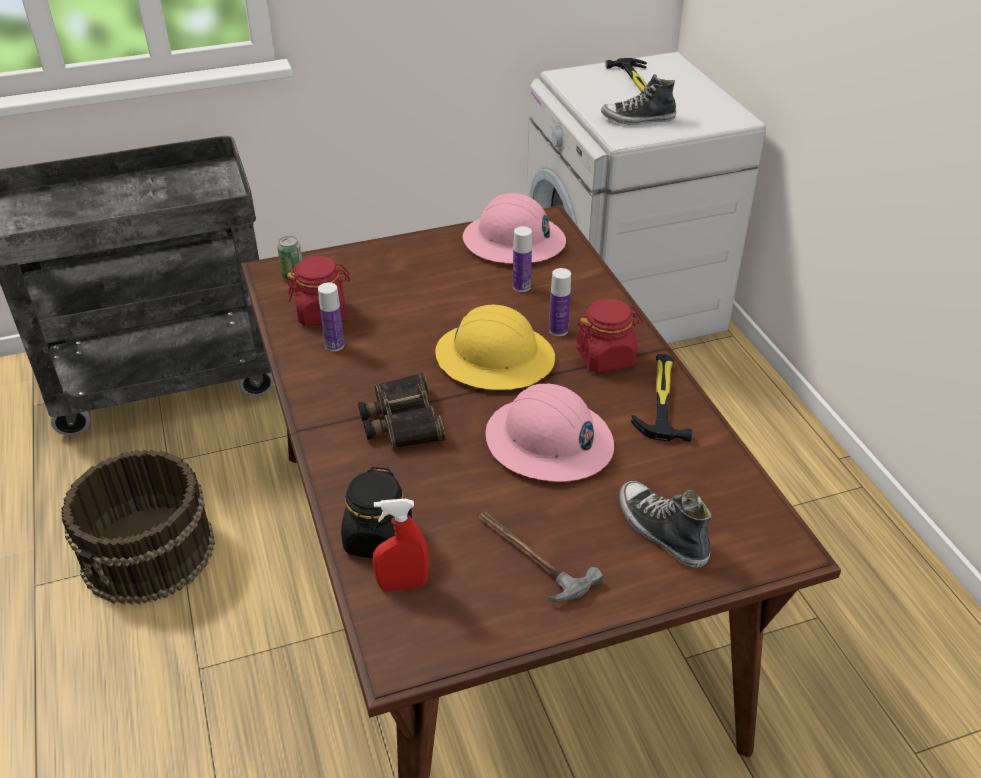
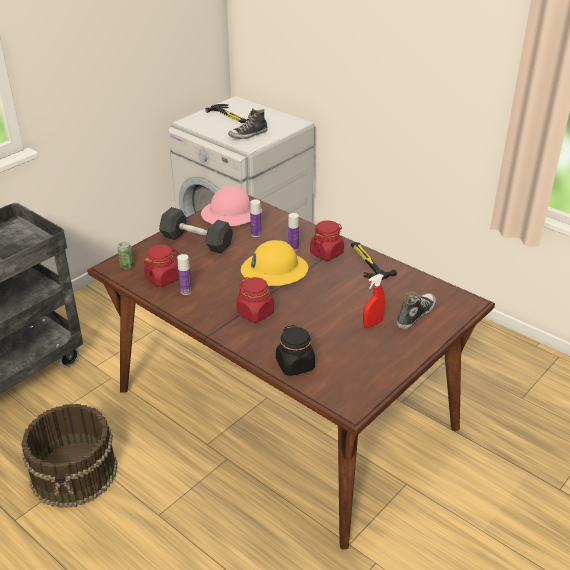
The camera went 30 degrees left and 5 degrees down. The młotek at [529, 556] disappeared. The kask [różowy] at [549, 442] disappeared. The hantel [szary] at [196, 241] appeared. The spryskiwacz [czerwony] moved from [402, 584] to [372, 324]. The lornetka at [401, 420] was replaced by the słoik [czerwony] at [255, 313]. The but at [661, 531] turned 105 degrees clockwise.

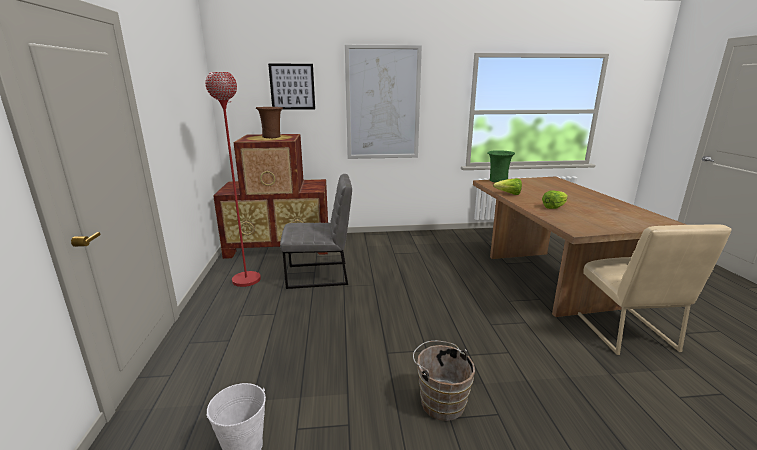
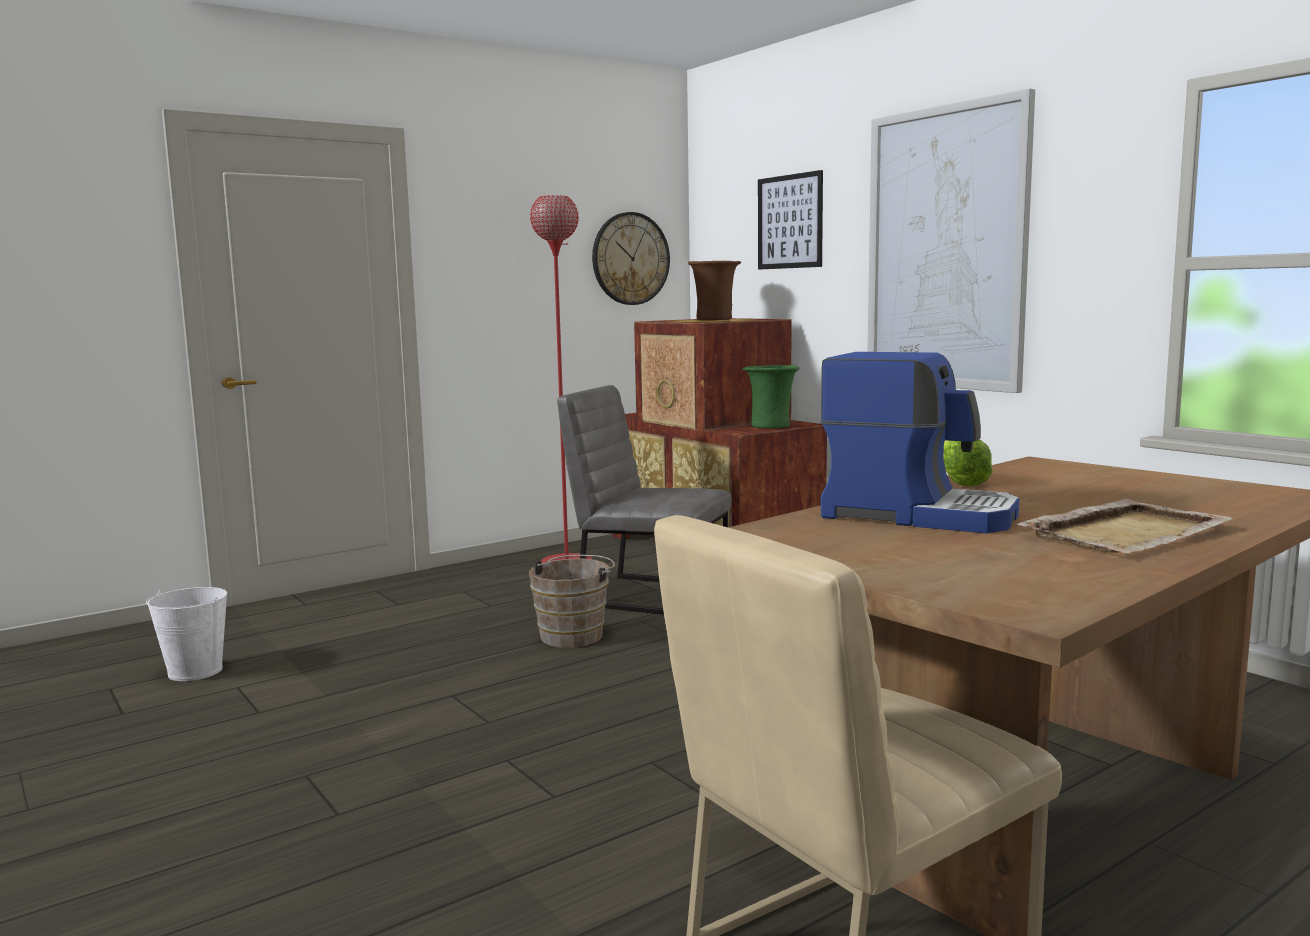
The camera went 60 degrees right and 10 degrees down. The zegar ścienny at [630, 258] appeared. The taca [beżowy] at [1127, 532] appeared. The wiadro [brązowy] moved from [440, 400] to [575, 635]. The wazon [zielony] moved from [497, 181] to [770, 426]. The sałata at [554, 207] was replaced by the ekspres do kawy at [918, 514]. The krzesło [szary] at [320, 275] turned 150 degrees clockwise.

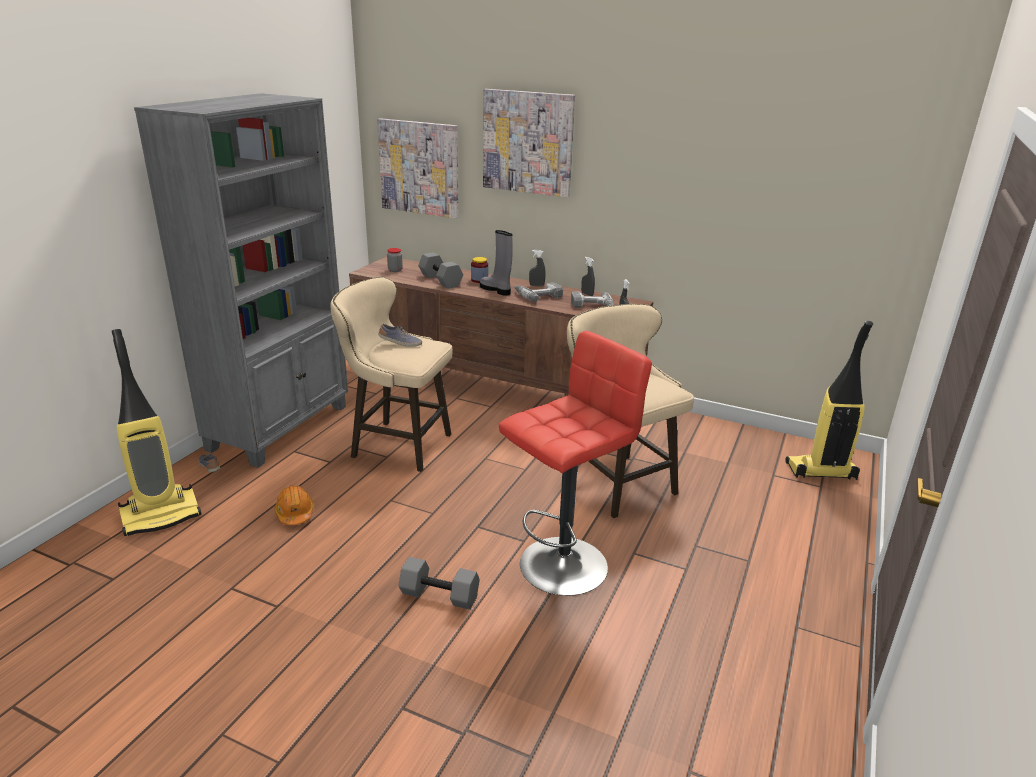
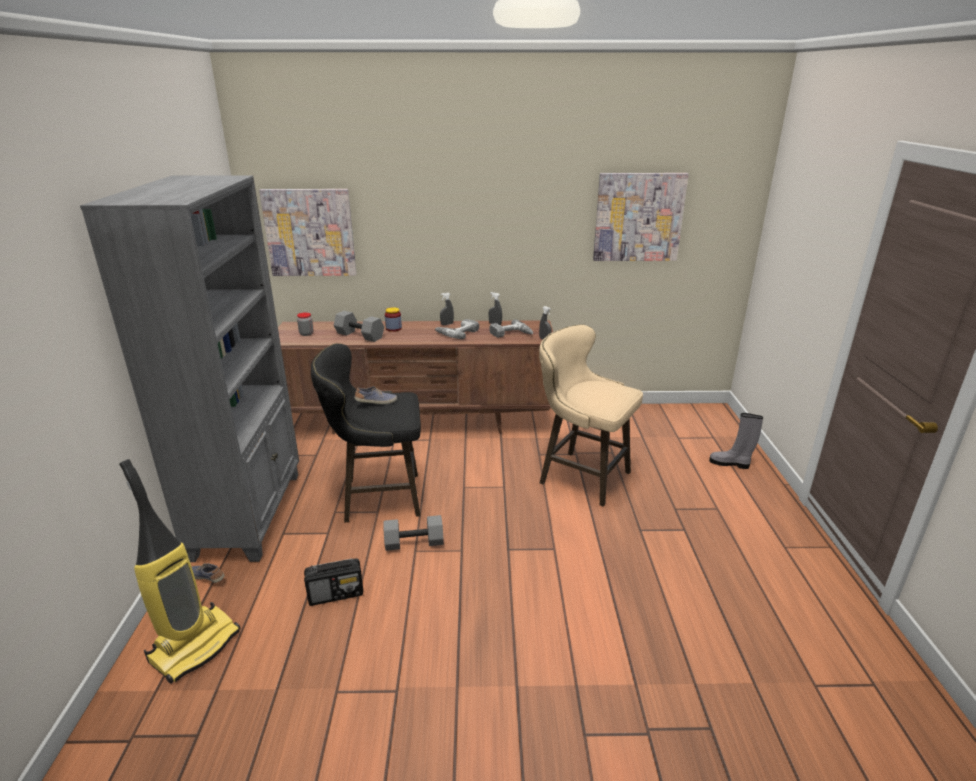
The camera went 25 degrees left and 0 degrees up. The stołek [czerwony] at [565, 565] disappeared. The odkurzacz at [820, 472] disappeared. The hantel [szary] moved from [440, 595] to [414, 542]. The but z cholewką [szary] moved from [496, 290] to [730, 463]. The obraz moved from [528, 142] to [638, 217]. The kask [pomarańczowy] at [295, 513] was replaced by the radio at [336, 594]. The stołek [beżowy] at [397, 444] became the stołek [czarny] at [377, 497].

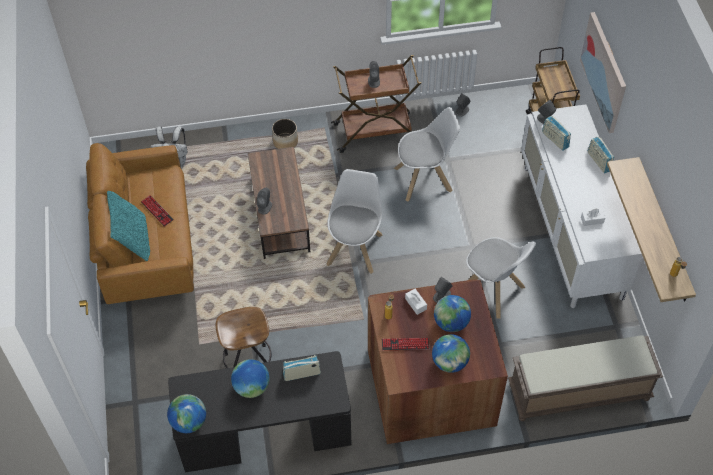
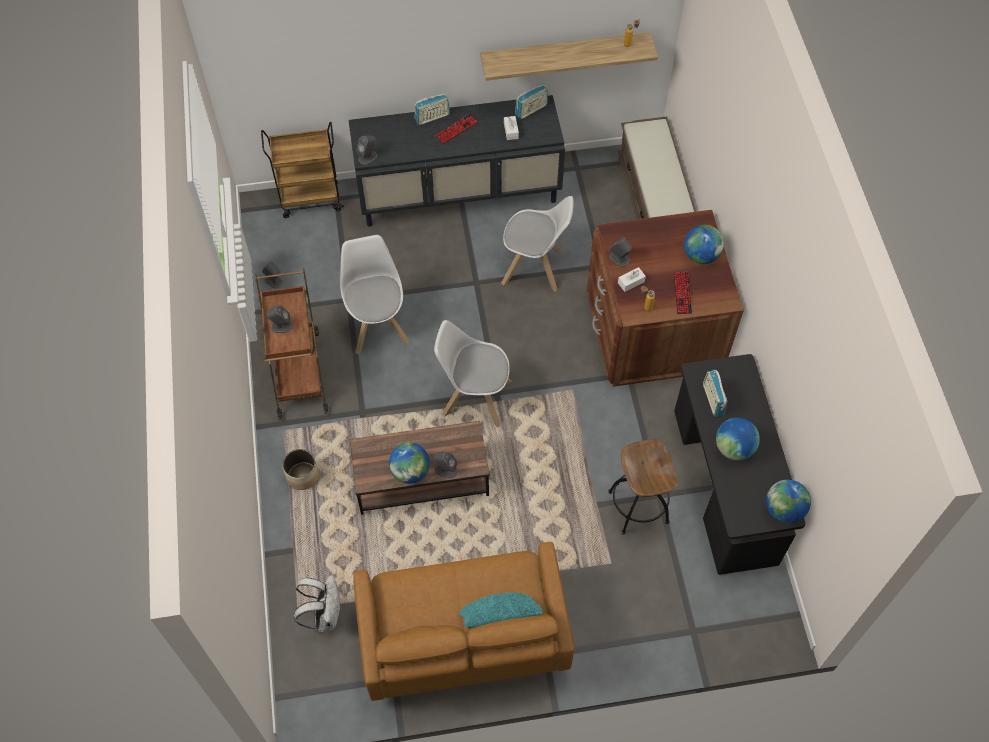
The camera went 90 degrees left and 5 degrees up. The obraz at [604, 72] disappeared. The klawiatura moved from [157, 211] to [456, 130]. The globus moved from [451, 323] to [410, 472]. The radio moved from [555, 140] to [531, 110]. The szafka [biały] at [569, 231] became the szafka [czarny] at [459, 194]. The krzesło at [492, 291] turned 60 degrees clockwise.

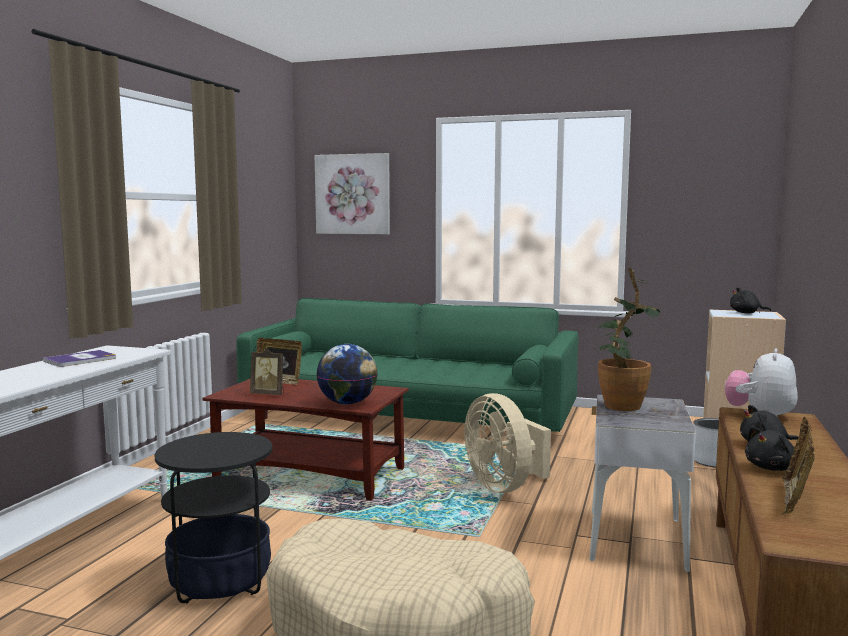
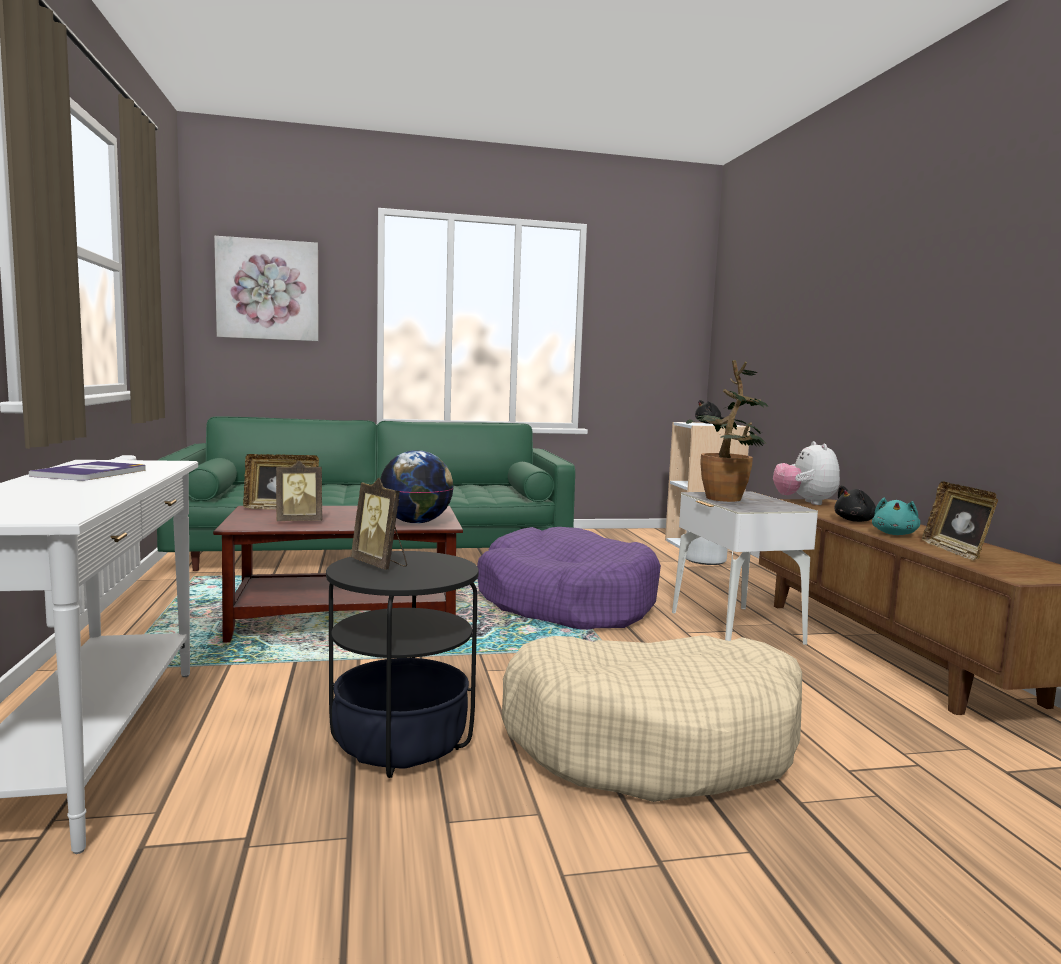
The camera went 30 degrees left and 0 degrees up. The ramka na zdjęcie at [380, 565] appeared. The wentylator [beżowy] at [504, 486] was replaced by the legowisko [fioletowy] at [566, 602]. The pluszak [czarny] at [772, 468] became the pluszak [turkusowy] at [894, 534].

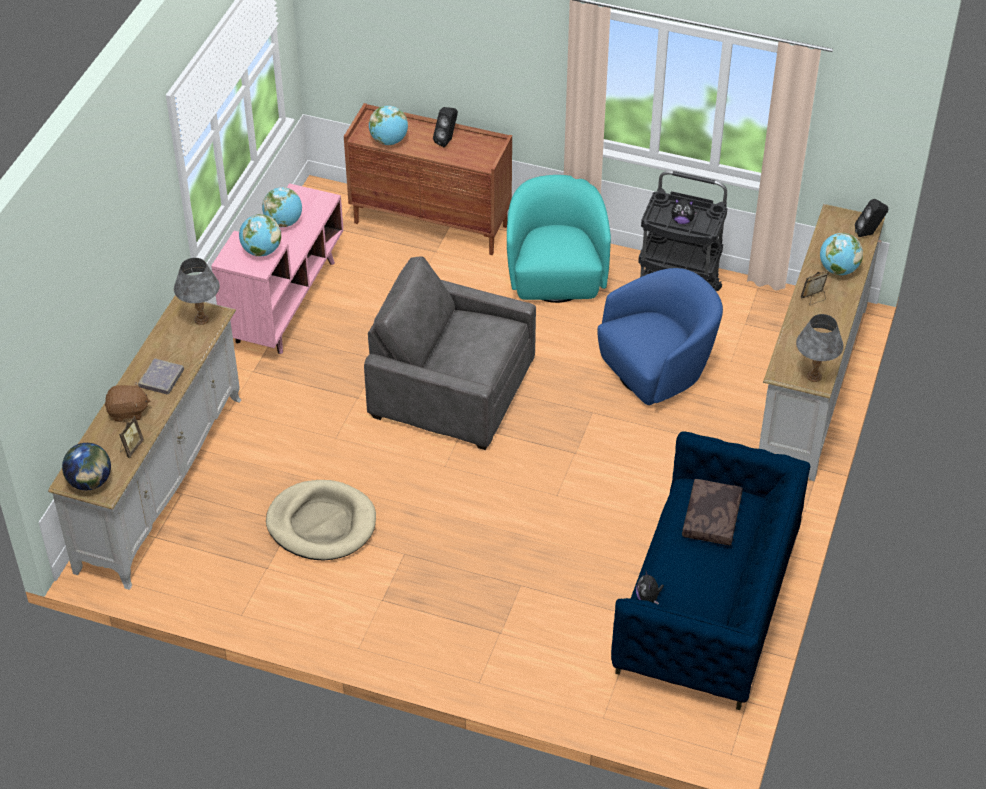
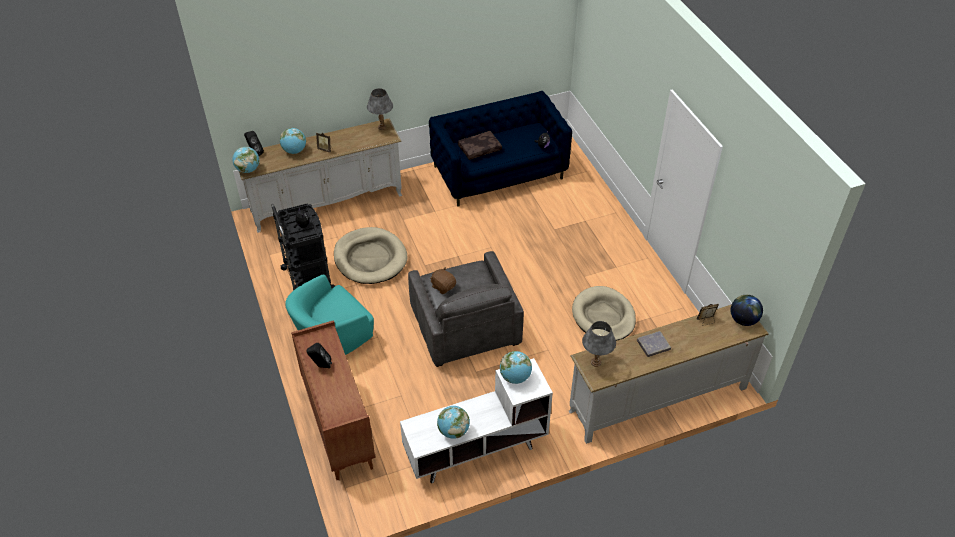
The camera went 130 degrees left and 0 degrees up. The pluszak [brązowy] moved from [128, 412] to [443, 286]. The globus moved from [389, 141] to [248, 169]. The fotel [niebieski] at [658, 370] was replaced by the legowisko [beżowy] at [370, 258]. The szafka pod telewizor [różowy] at [285, 300] became the szafka pod telewizor [biały] at [475, 451].

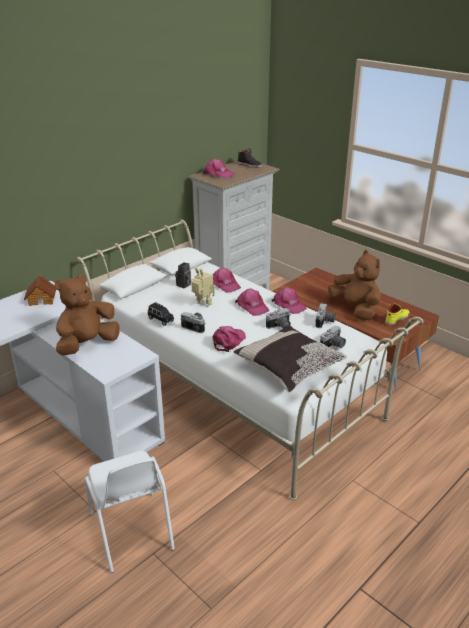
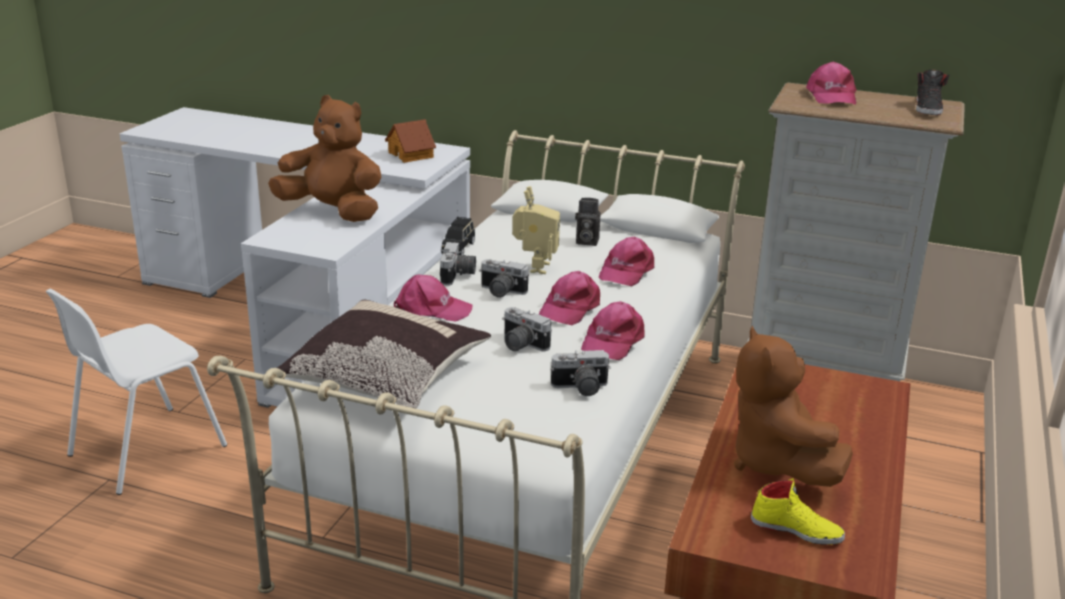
The camera went 65 degrees right and 5 degrees down. The aparat fotograficzny moved from [333, 346] to [500, 292]. The pluszak [brązowy] at [355, 309] turned 135 degrees clockwise.

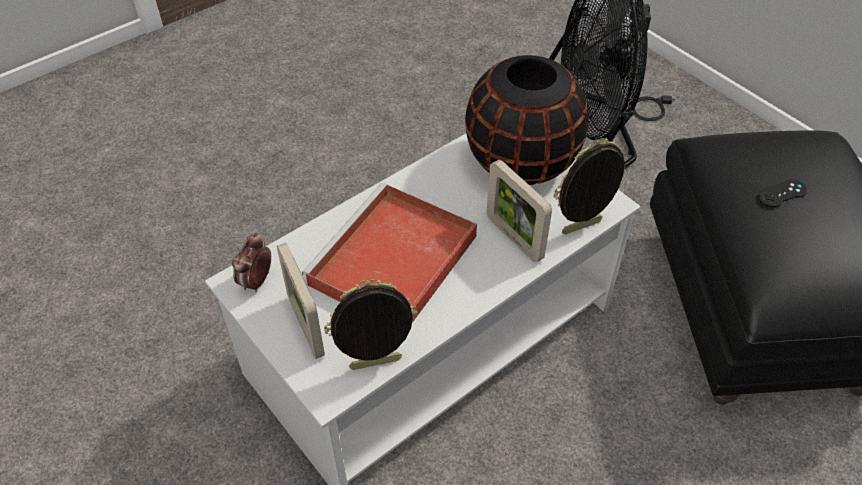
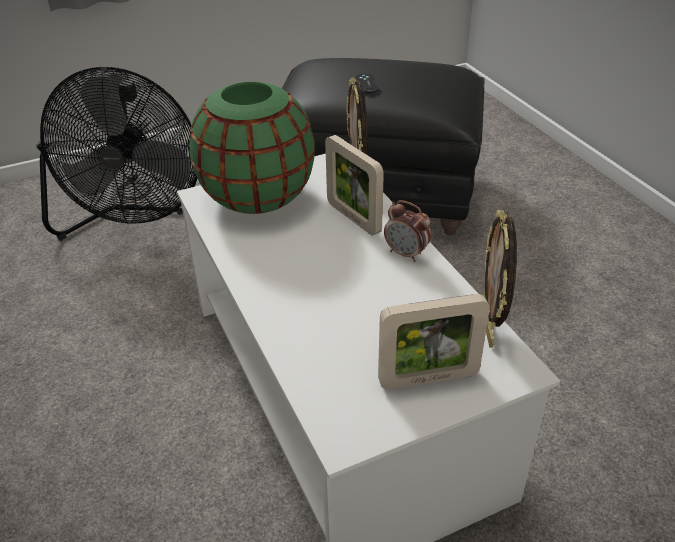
The camera went 75 degrees left and 10 degrees down. The taca [czerwony] at [392, 263] disappeared. The budzik moved from [256, 281] to [406, 254]. The wazon [czarny] at [521, 162] became the wazon [zielony] at [257, 197]. The ramka na zdjęcie at [514, 238] turned 75 degrees clockwise.

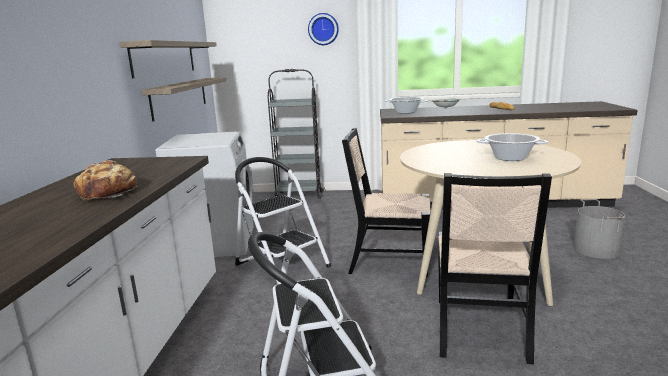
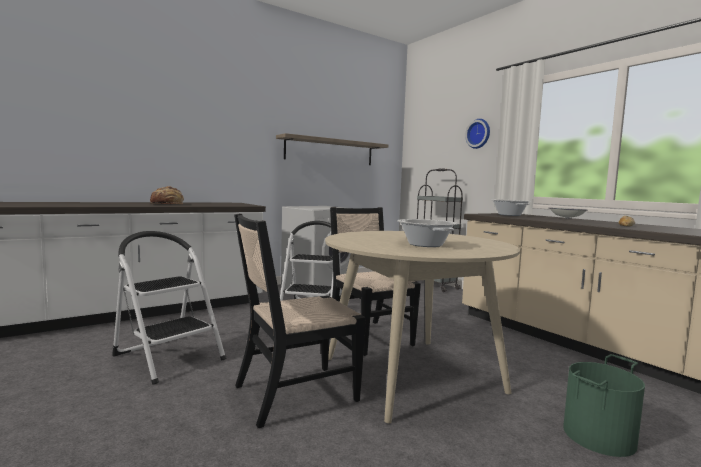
The camera went 50 degrees right and 10 degrees down. The półka at [180, 97] disappeared. The wiadro [szary] at [596, 250] became the wiadro [zielony] at [600, 436].

